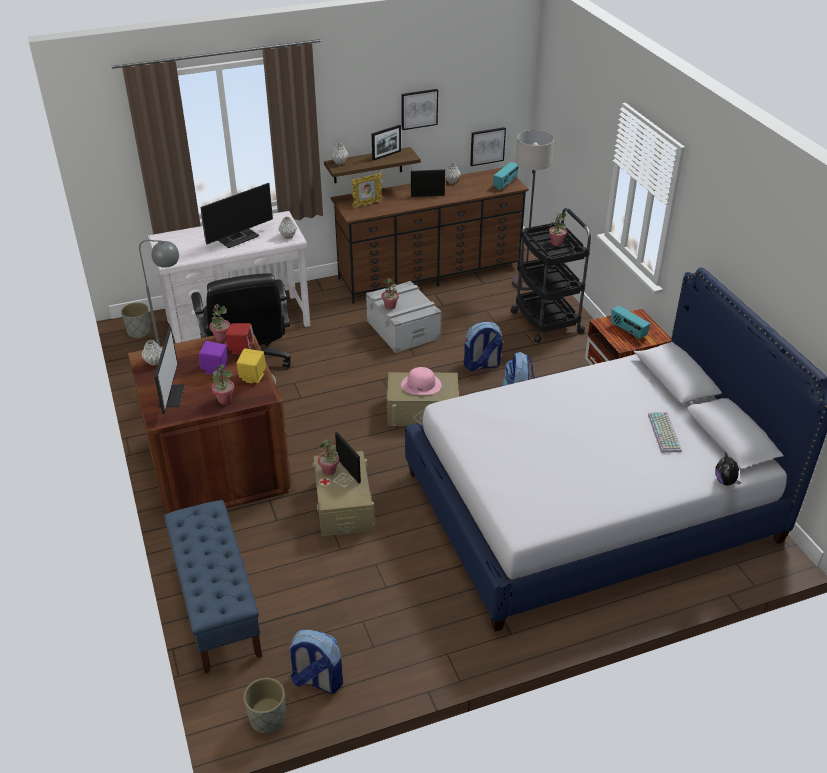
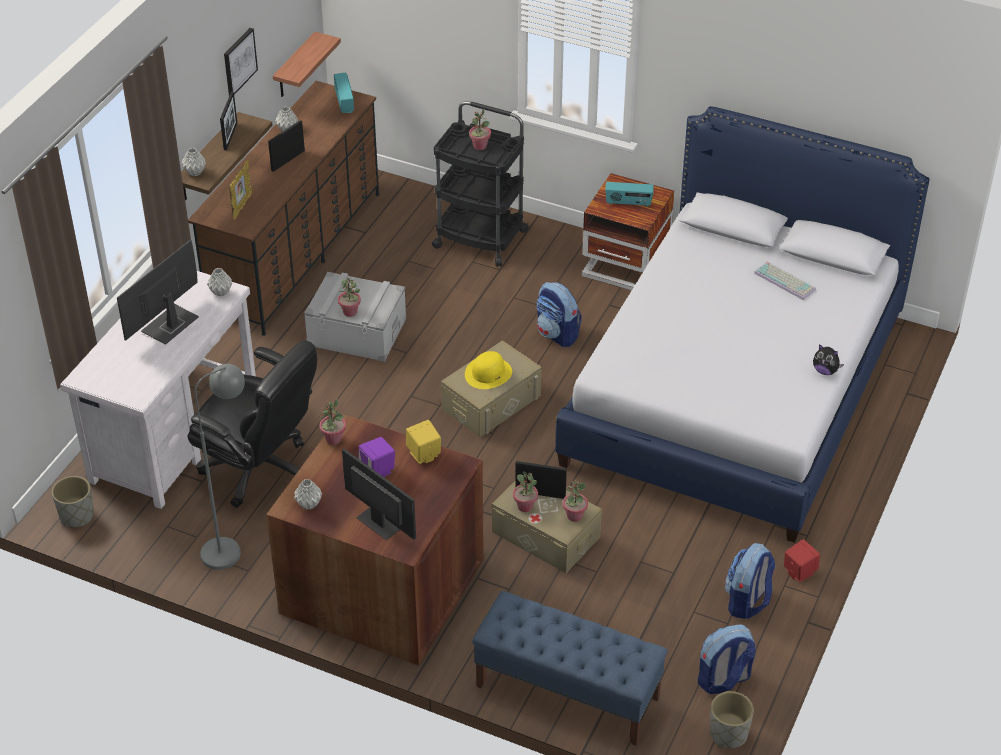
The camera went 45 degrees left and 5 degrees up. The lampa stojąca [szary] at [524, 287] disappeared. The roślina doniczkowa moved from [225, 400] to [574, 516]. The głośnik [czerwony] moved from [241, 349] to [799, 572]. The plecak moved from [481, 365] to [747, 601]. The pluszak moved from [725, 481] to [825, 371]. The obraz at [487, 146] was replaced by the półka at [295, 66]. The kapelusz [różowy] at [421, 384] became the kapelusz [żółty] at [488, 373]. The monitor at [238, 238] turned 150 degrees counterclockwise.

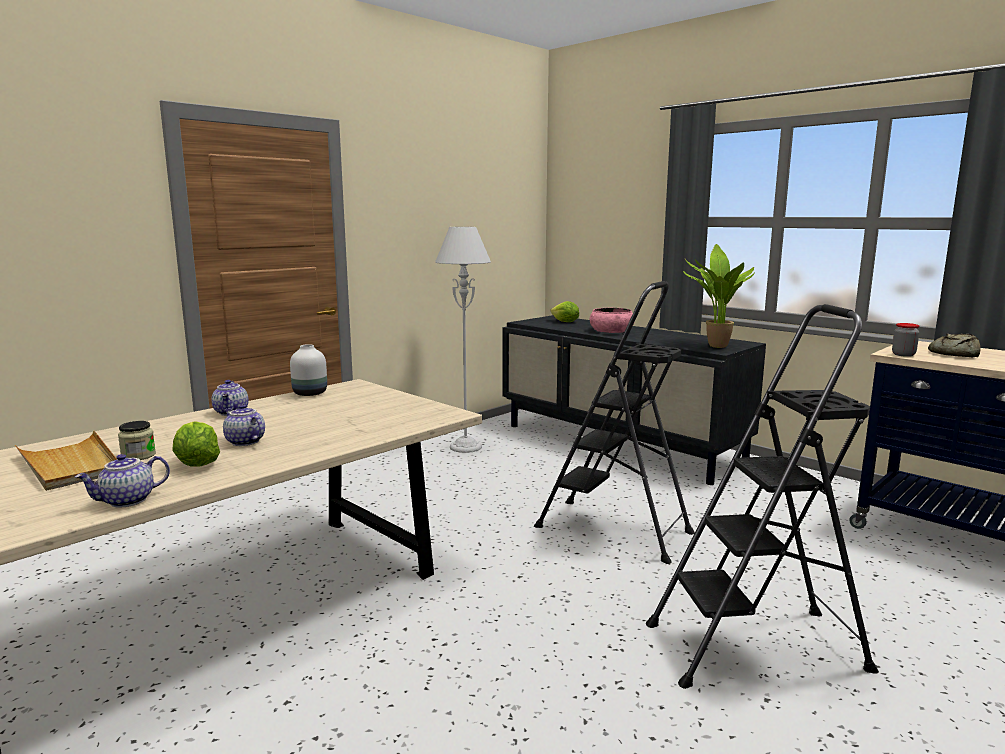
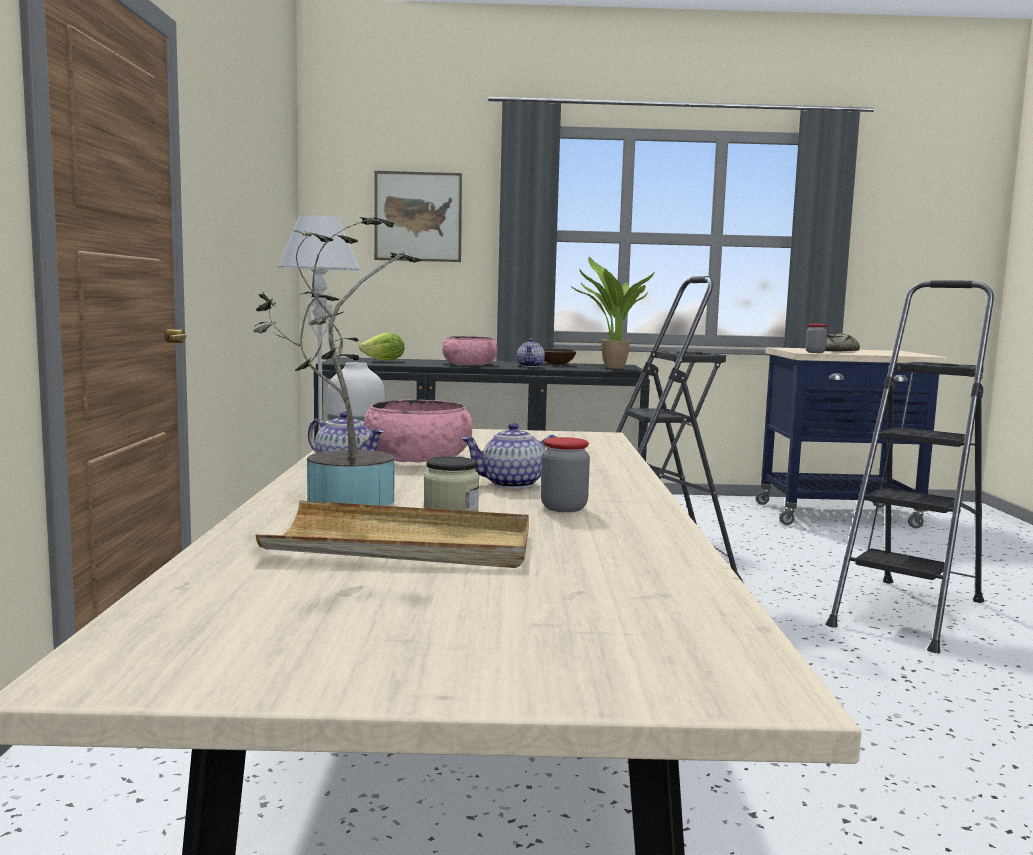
The camera went 45 degrees left and 5 degrees down. The roślina doniczkowa at [340, 500] appeared. The miska [różowy] at [417, 457] appeared. The obraz at [418, 217] appeared. The miska [brązowy] at [557, 364] appeared. The imbryk moved from [127, 501] to [531, 366]. The sałata at [197, 464] was replaced by the słoik at [563, 508].

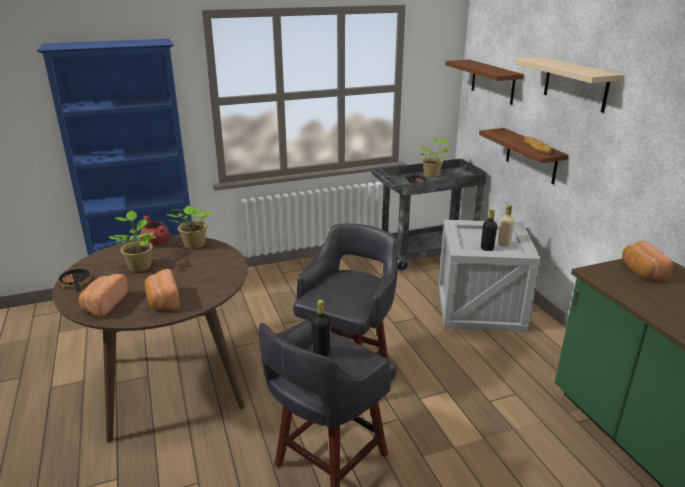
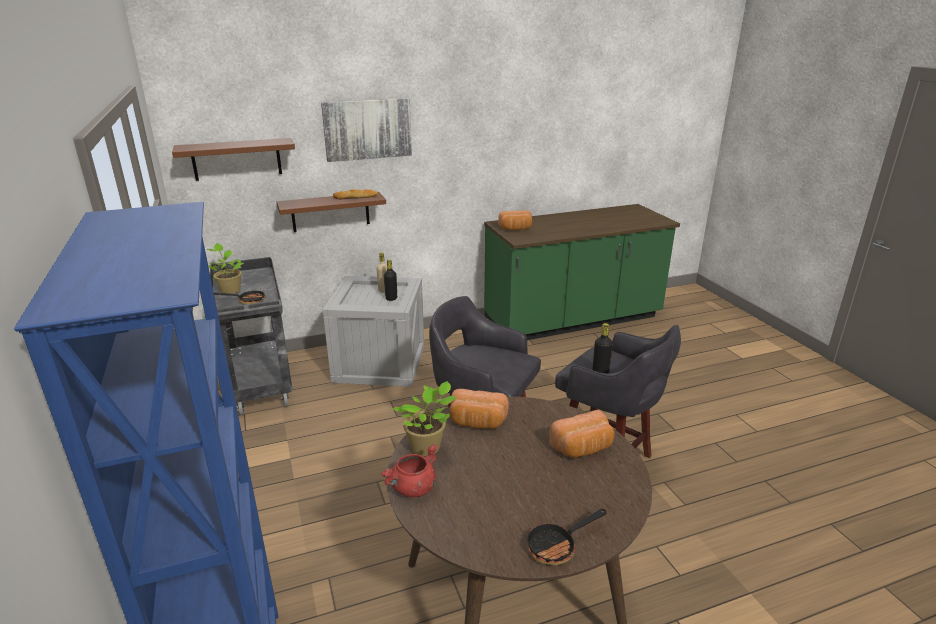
The camera went 90 degrees left and 0 degrees up. The roślina doniczkowa at [139, 266] disappeared. The chleb moved from [104, 304] to [477, 422]. The półka [beżowy] at [575, 84] was replaced by the obraz at [367, 129].

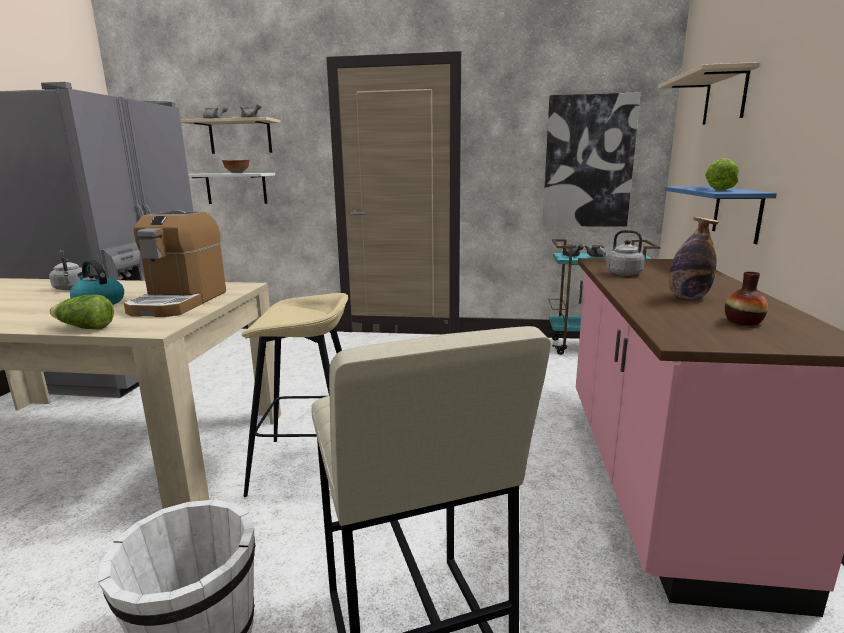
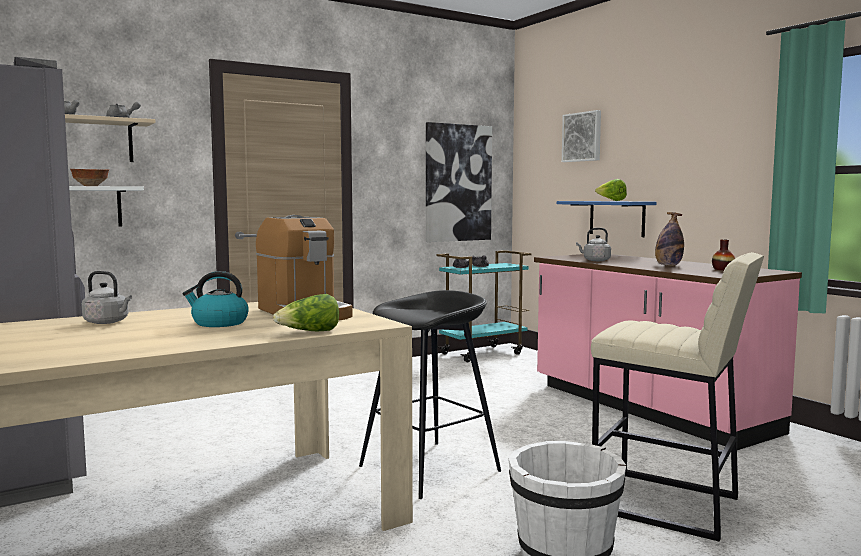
The camera went 40 degrees left and 10 degrees down. The półka [beżowy] at [725, 97] was replaced by the obraz at [582, 137]. The stołek [beżowy] at [310, 466] became the stołek [czarny] at [430, 468].

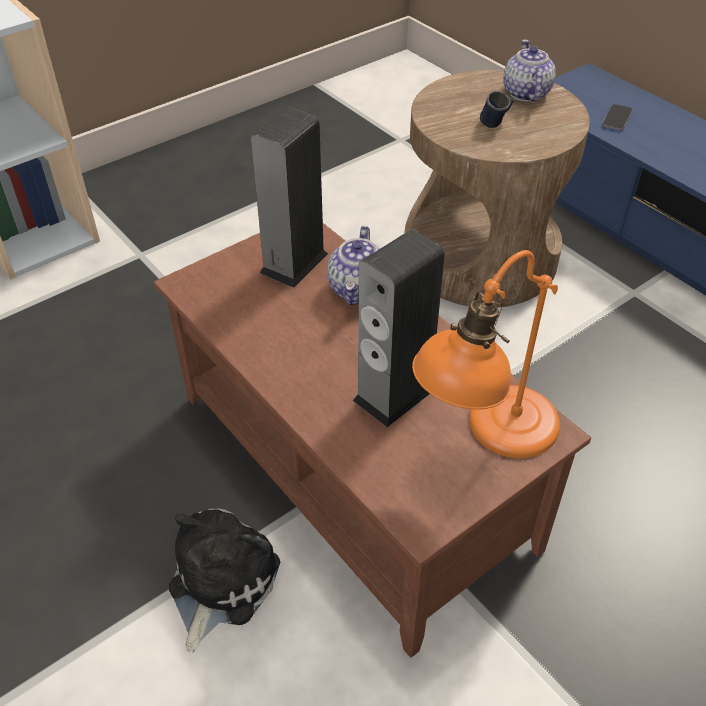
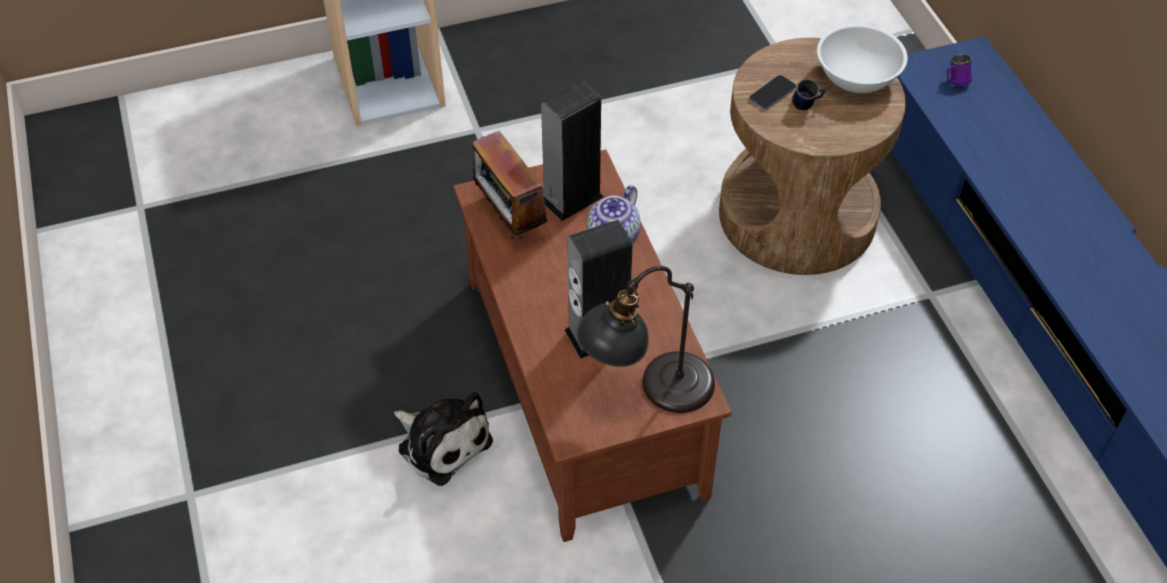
The camera went 20 degrees right and 5 degrees up. The radio at [509, 220] appeared. The kubek [fioletowy] at [954, 82] appeared. The telefon moved from [617, 119] to [772, 94]. The imbryk at [525, 93] was replaced by the miska [biały] at [856, 78]. The lampa stołowa [pomarańczowy] at [486, 443] became the lampa stołowa [szary] at [648, 392]. The pluszak at [220, 582] turned 90 degrees clockwise.

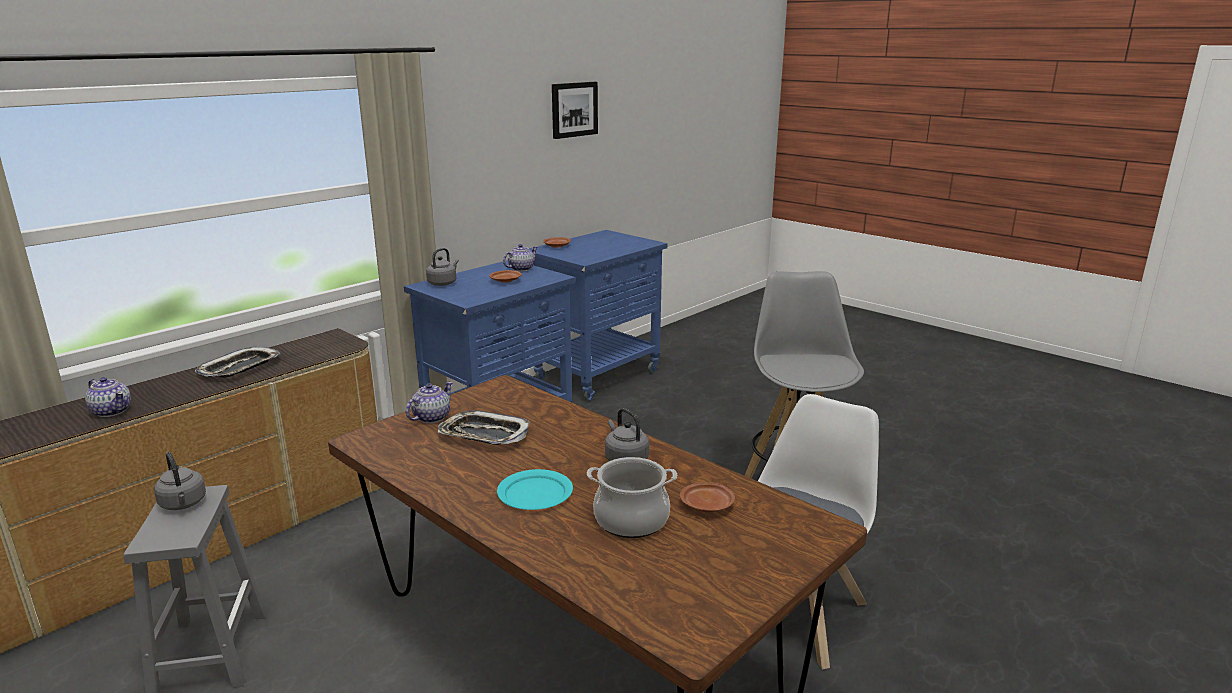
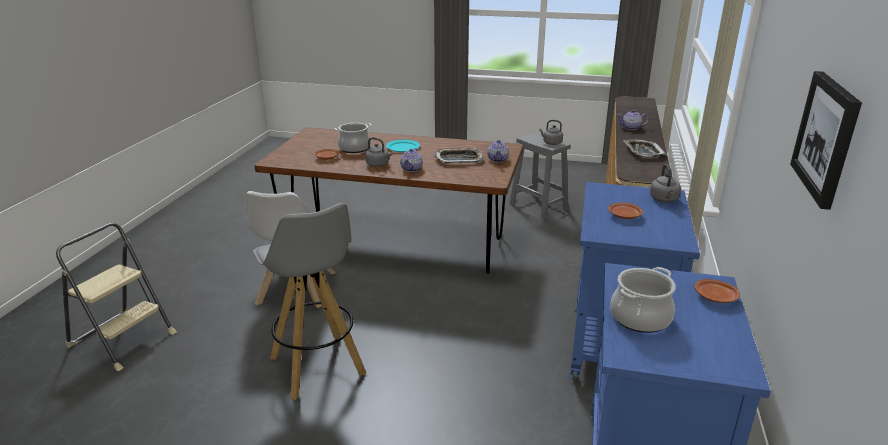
The camera went 150 degrees right and 5 degrees up. The drabinka [beżowy] at [120, 338] appeared. The garnek at [640, 317] appeared. The imbryk moved from [521, 269] to [412, 169].

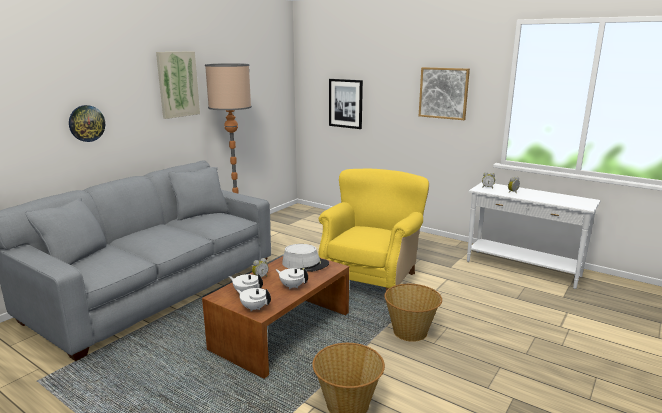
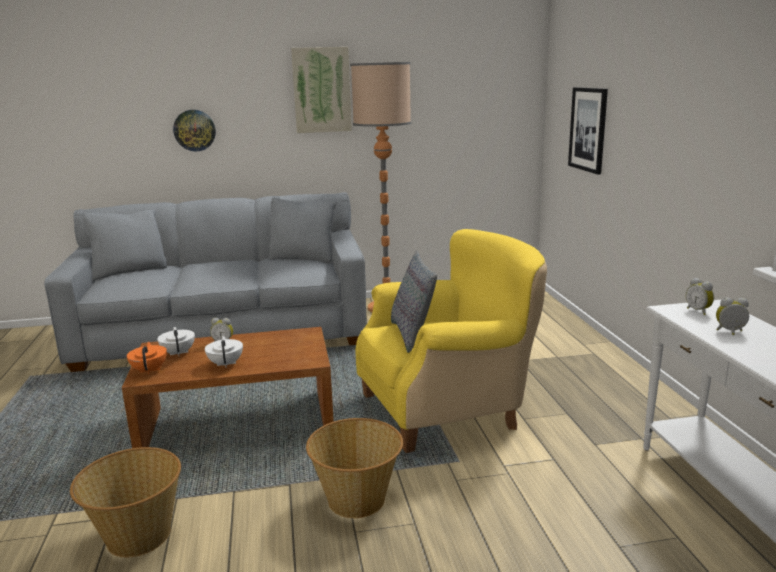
The camera went 45 degrees right and 0 degrees up. The kapelusz [szary] at [305, 264] disappeared. The obraz at [443, 93] disappeared. The poduszka [szary] at [411, 336] appeared. The imbryk [biały] at [254, 308] became the imbryk [pomarańczowy] at [150, 370].

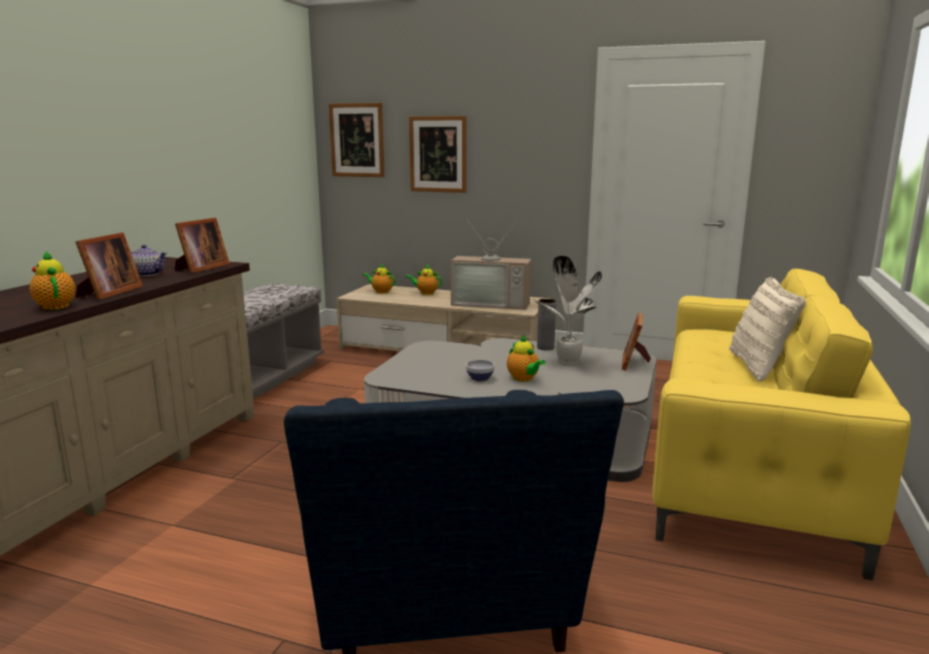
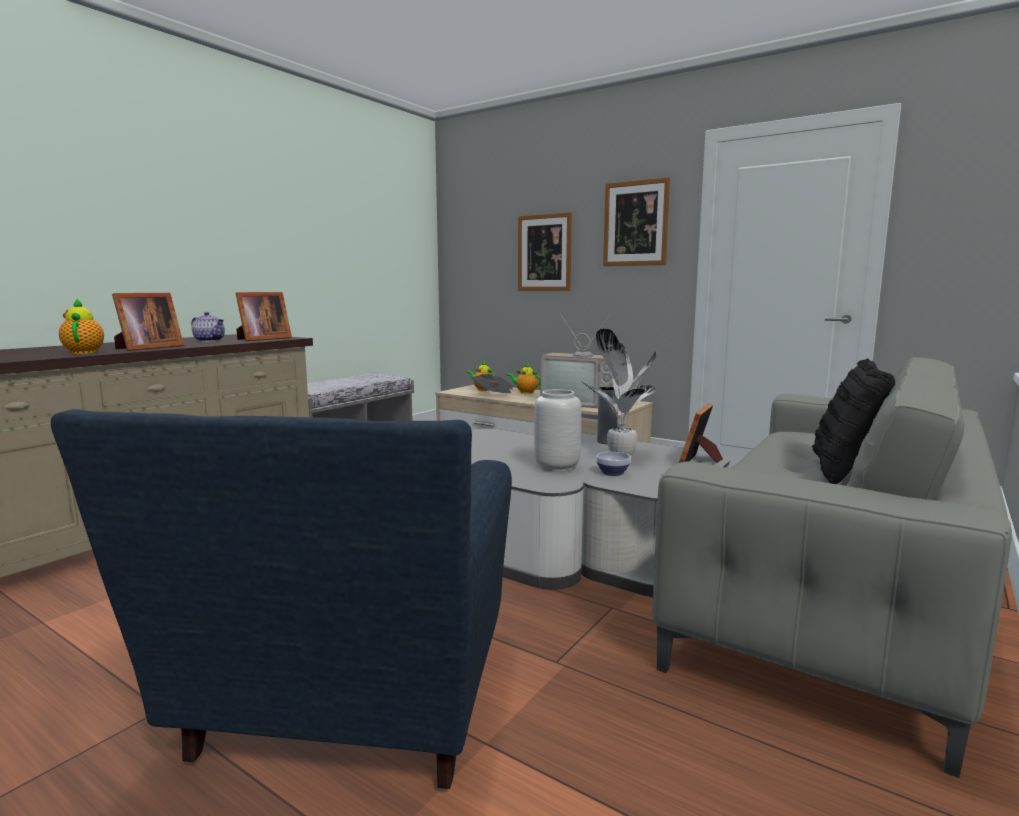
The camera went 15 degrees right and 5 degrees down. The gazeta at [494, 396] appeared. The obraz moved from [357, 140] to [635, 223]. The miska moved from [480, 378] to [613, 473]. The imbryk at [524, 379] was replaced by the wazon [szary] at [556, 467]. The kanapa [żółty] at [749, 465] became the kanapa [szary] at [832, 598]. The poduszka [beżowy] at [759, 368] became the poduszka [czarny] at [844, 472].

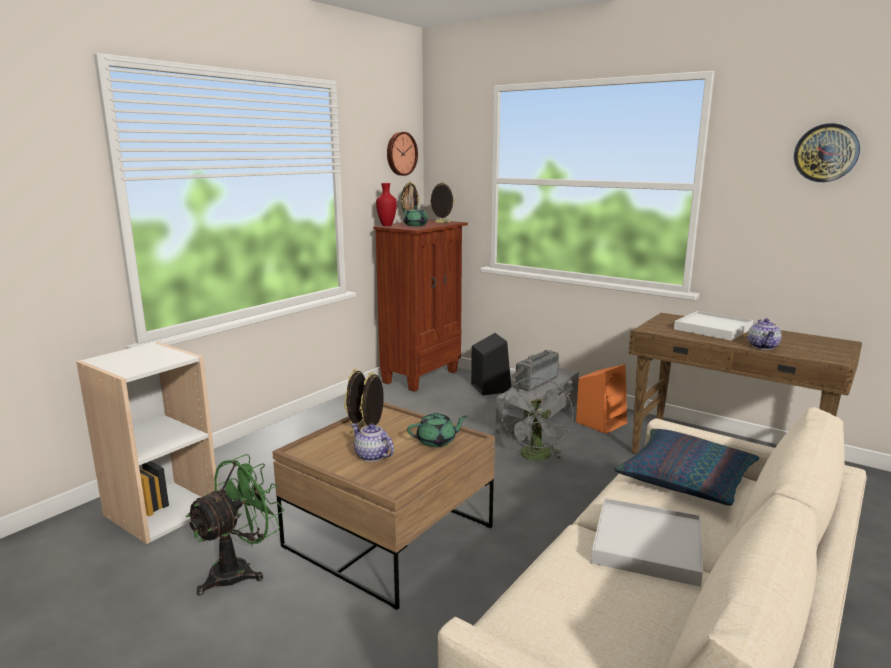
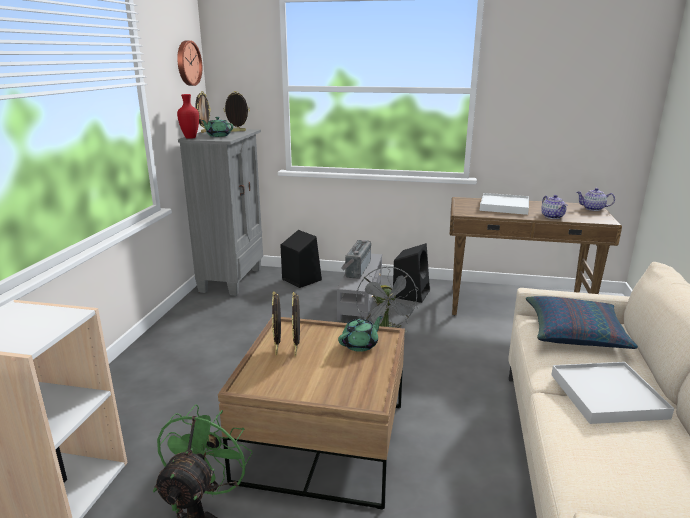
The camera went 25 degrees left and 5 degrees up. The zegar ścienny at [826, 153] disappeared. The imbryk moved from [372, 456] to [593, 209]. The szafka [brązowy] at [422, 377] became the szafka [szary] at [232, 280]. The głośnik [pomarańczowy] at [601, 422] became the głośnik [czarny] at [411, 293].

